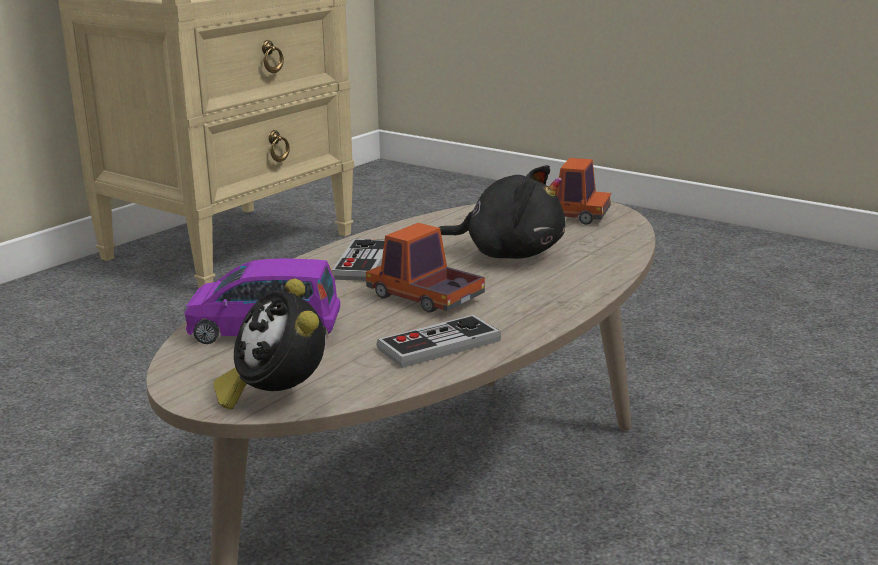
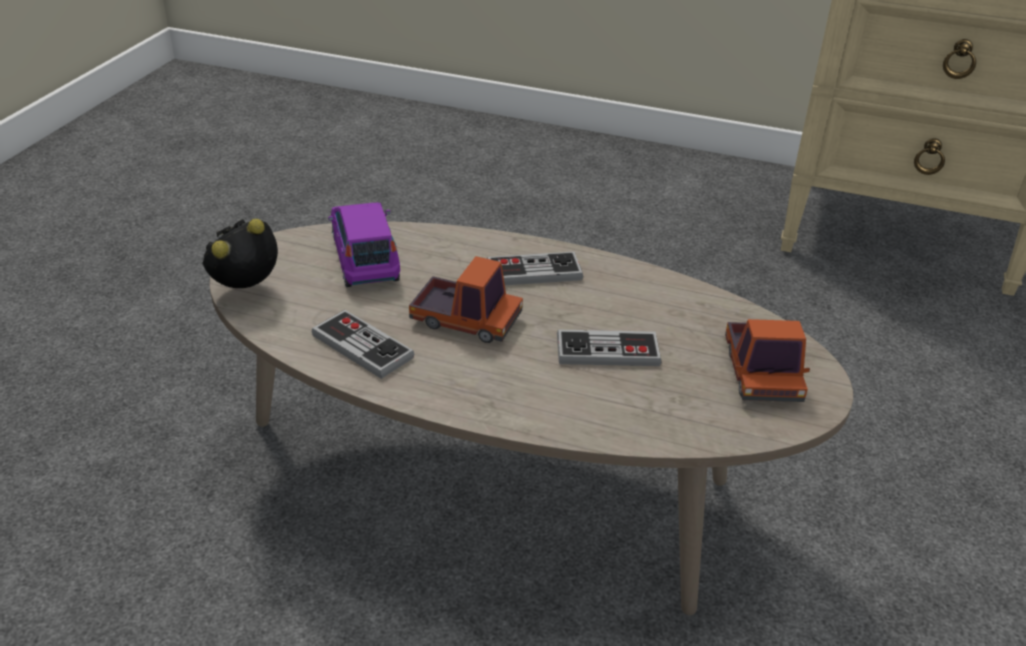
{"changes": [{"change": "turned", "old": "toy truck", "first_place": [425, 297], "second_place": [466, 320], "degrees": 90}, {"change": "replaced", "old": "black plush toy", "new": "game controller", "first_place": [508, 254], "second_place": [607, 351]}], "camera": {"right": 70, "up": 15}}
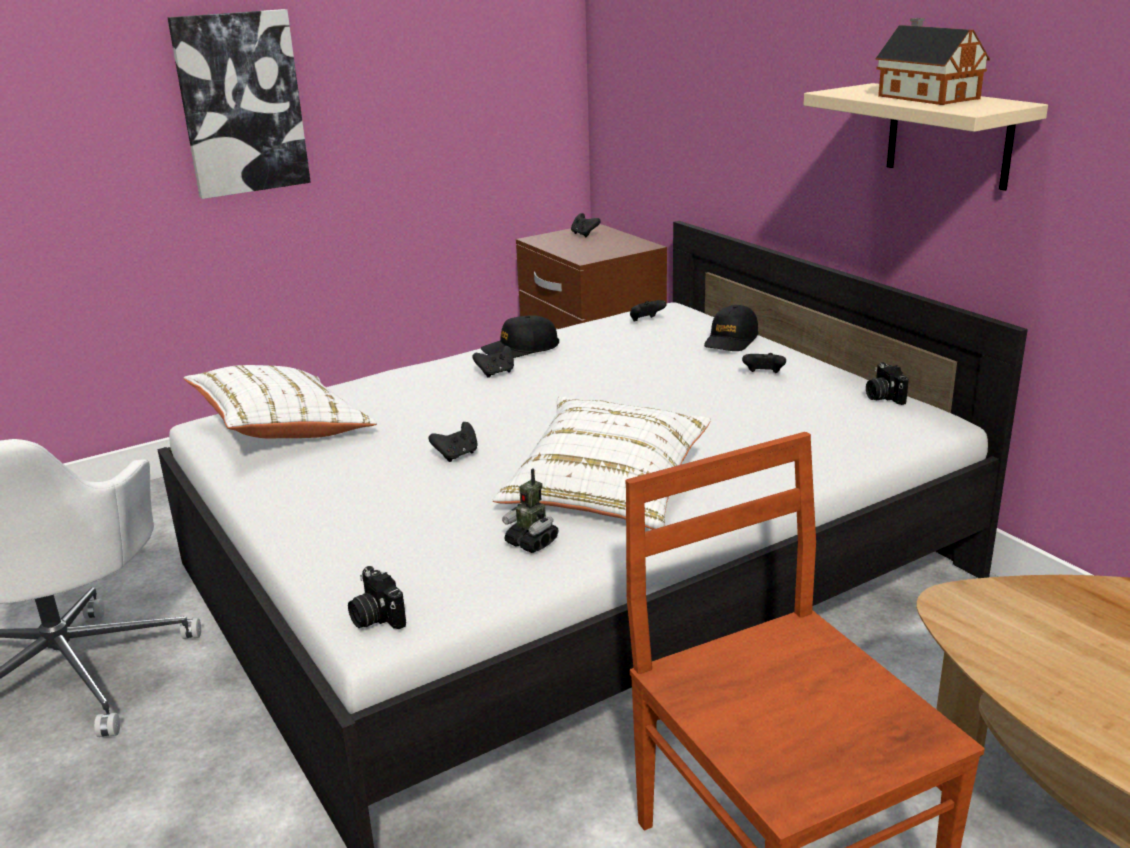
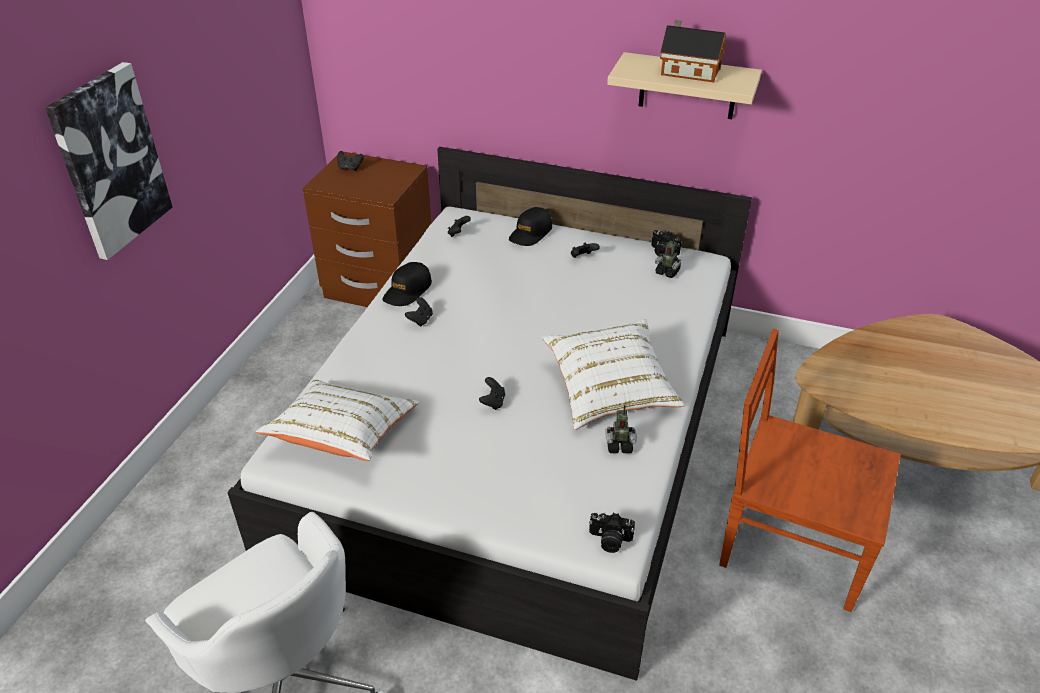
{"changes": [{"change": "turned", "old": "black cap", "first_place": [731, 340], "second_place": [530, 233], "degrees": 45}, {"change": "added", "new": "toy robot", "second_place": [667, 272]}], "camera": {"right": -40, "up": 15}}
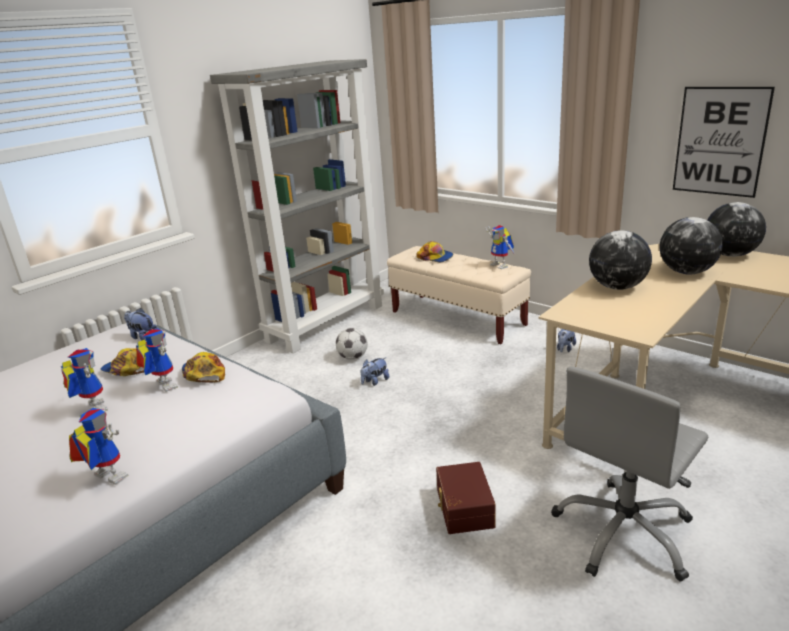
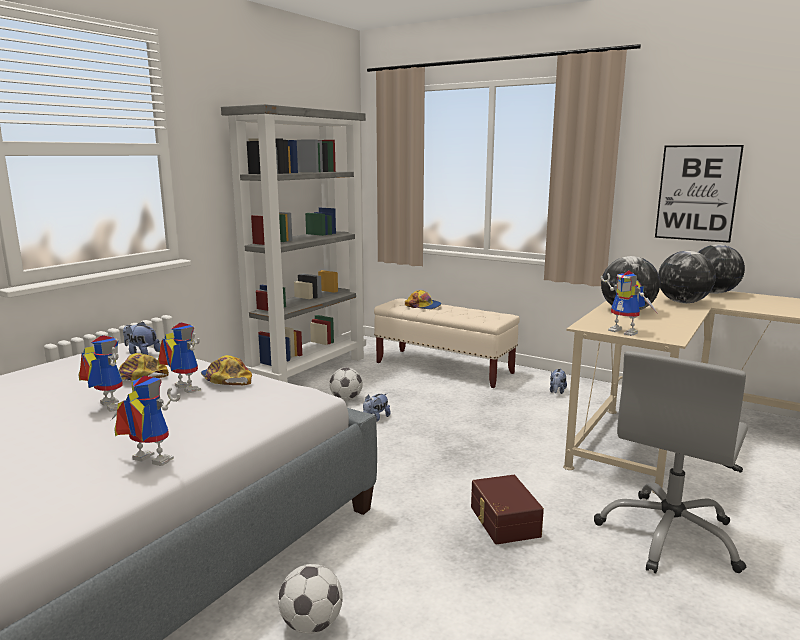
{"changes": [{"change": "added", "new": "football", "second_place": [311, 624]}, {"change": "moved", "old": "toy robot", "first_place": [502, 265], "second_place": [627, 331]}], "camera": {"right": -10, "up": -10}}
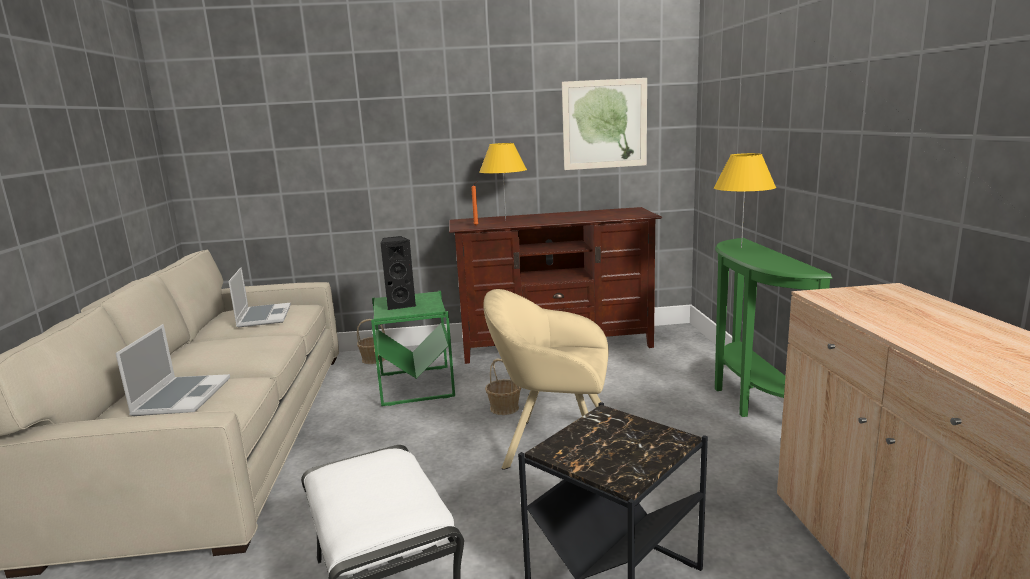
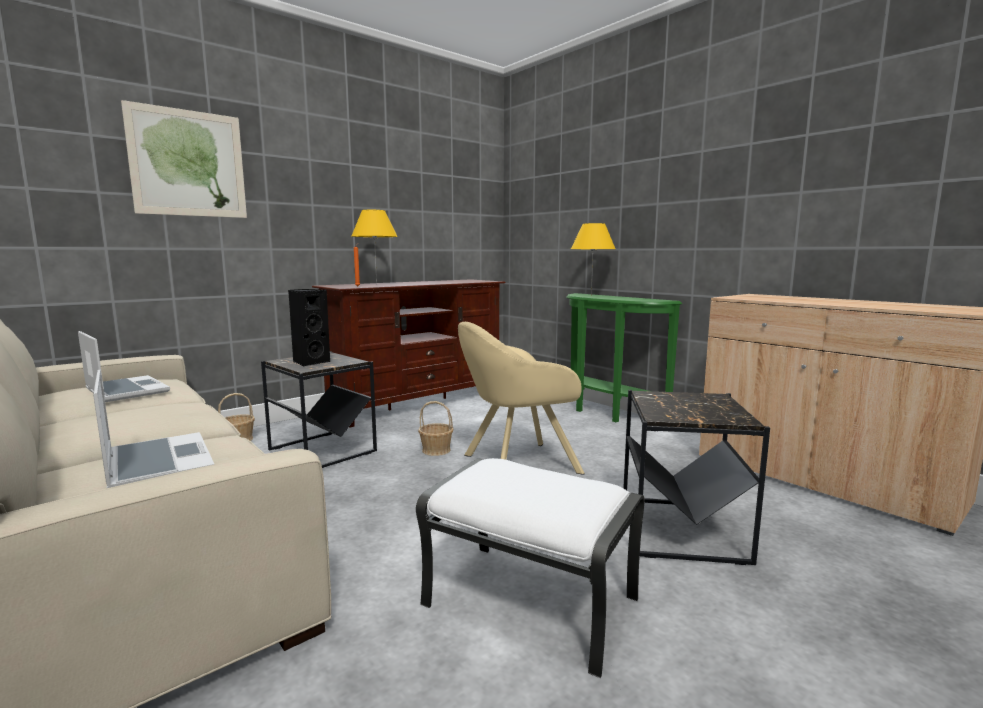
{"changes": [{"change": "moved", "old": "picture", "first_place": [604, 124], "second_place": [188, 163]}, {"change": "recoloured", "old": "green side table", "new": "black side table", "first_place": [417, 385], "second_place": [322, 450]}], "camera": {"right": -35, "up": -5}}
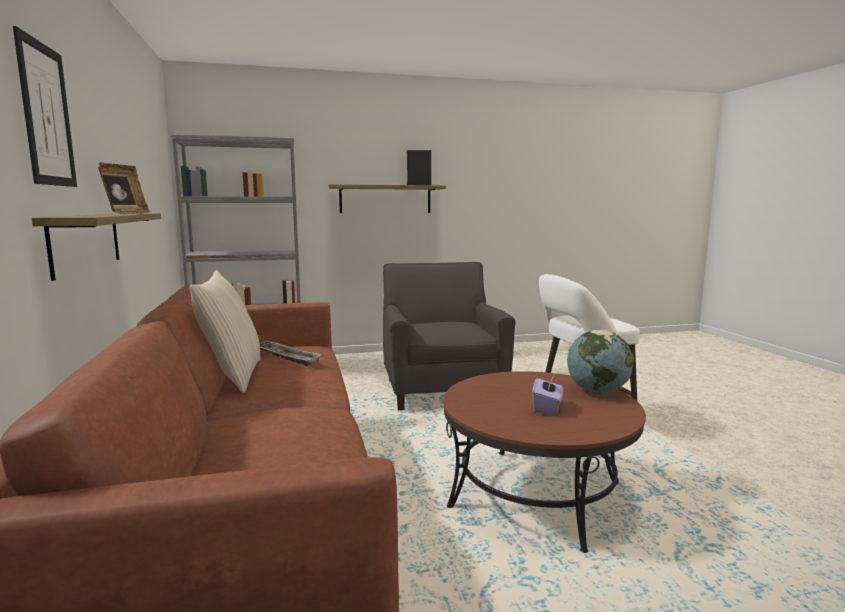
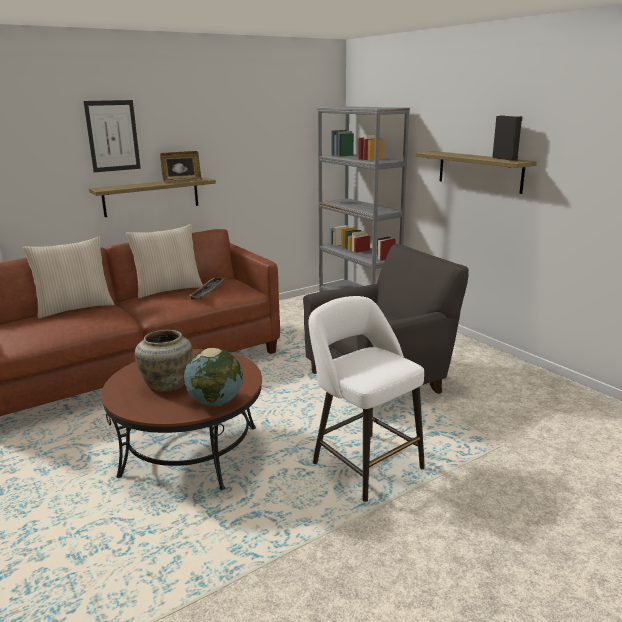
{"changes": [{"change": "added", "new": "beige pillow", "second_place": [75, 308]}, {"change": "replaced", "old": "purple tissue box", "new": "beige vase", "first_place": [547, 408], "second_place": [168, 384]}], "camera": {"right": 70, "up": 10}}
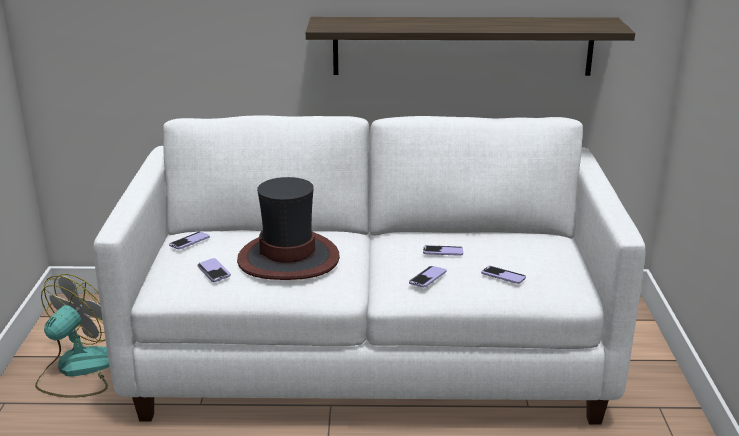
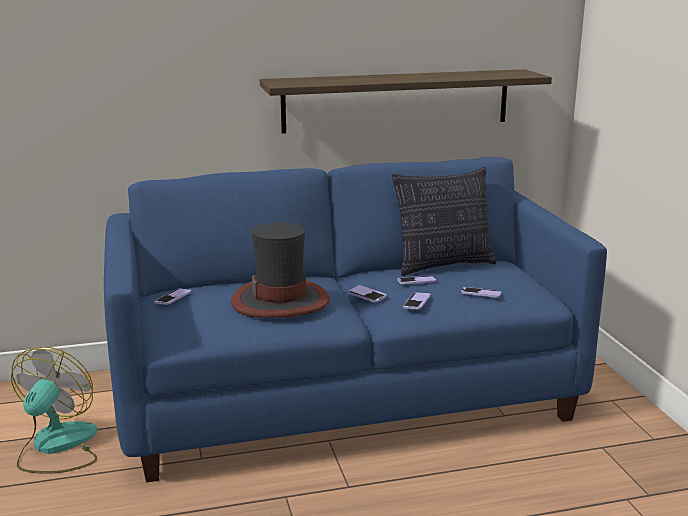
{"changes": [{"change": "recoloured", "old": "white sofa", "new": "blue sofa", "first_place": [371, 357], "second_place": [345, 395]}, {"change": "moved", "old": "phone", "first_place": [214, 271], "second_place": [367, 295]}, {"change": "added", "new": "pillow", "second_place": [443, 265]}], "camera": {"right": -15, "up": -5}}
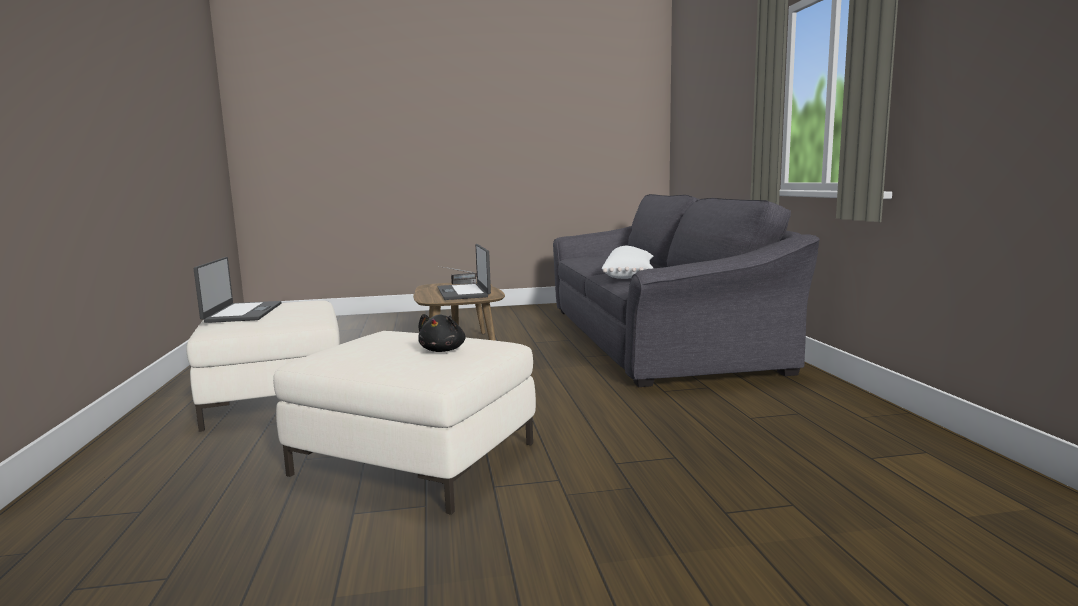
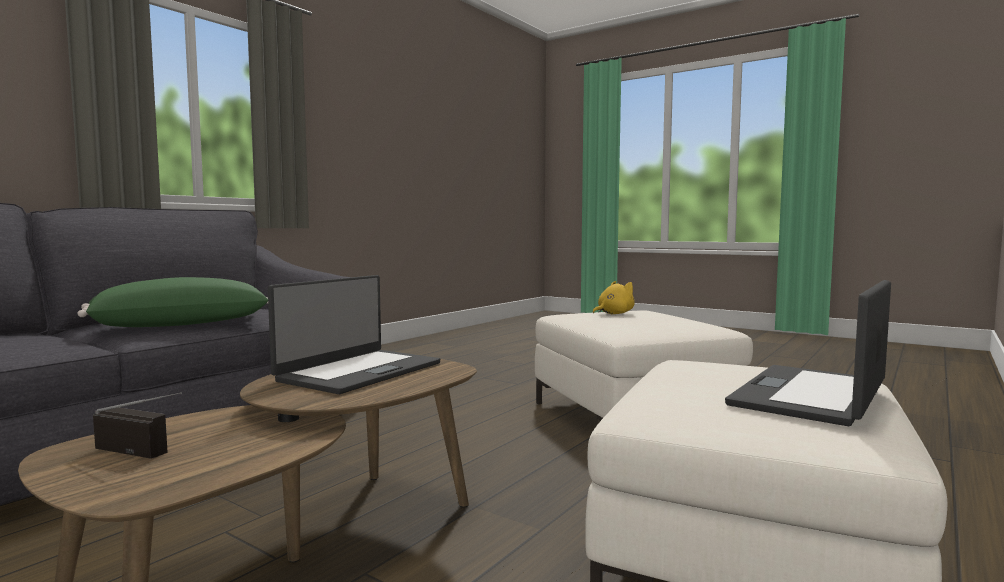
{"changes": [{"change": "recoloured", "old": "white pillow", "new": "green pillow", "first_place": [630, 276], "second_place": [181, 324]}, {"change": "recoloured", "old": "black plush toy", "new": "yellow plush toy", "first_place": [443, 350], "second_place": [613, 314]}], "camera": {"right": -135, "up": -5}}
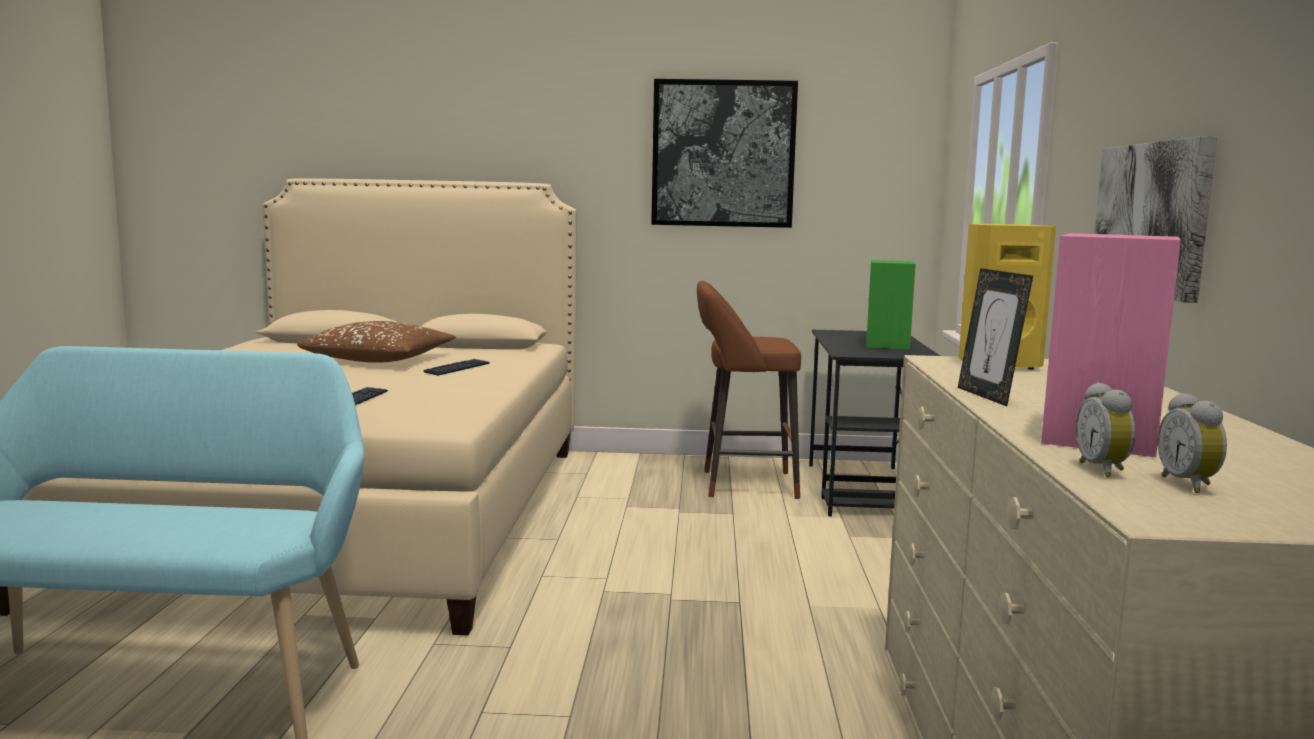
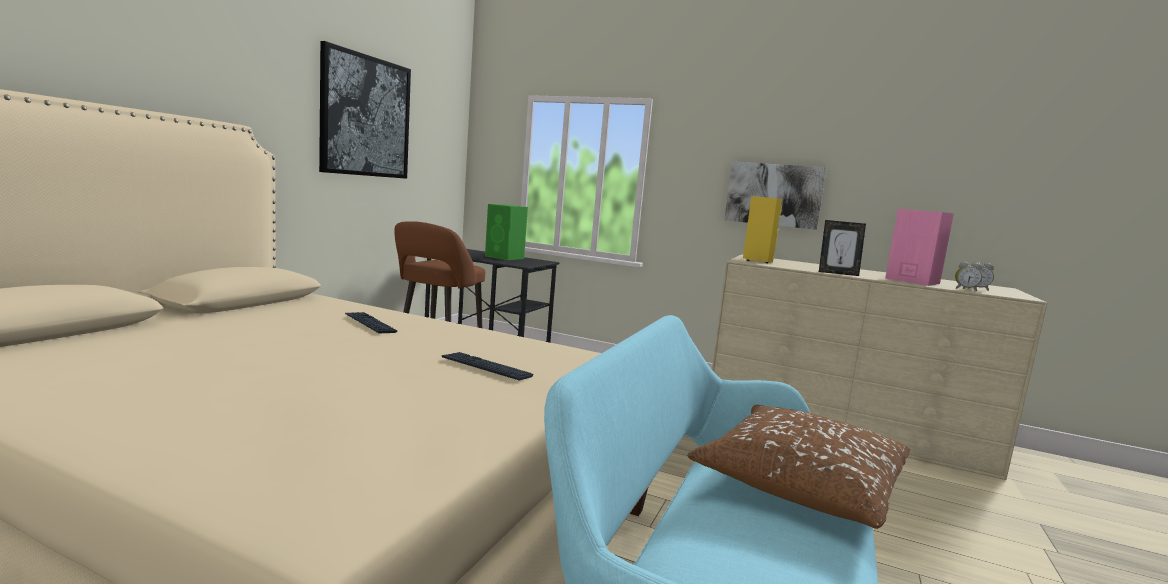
{"changes": [{"change": "moved", "old": "brown pillow", "first_place": [380, 360], "second_place": [800, 482]}], "camera": {"right": -70, "up": 0}}
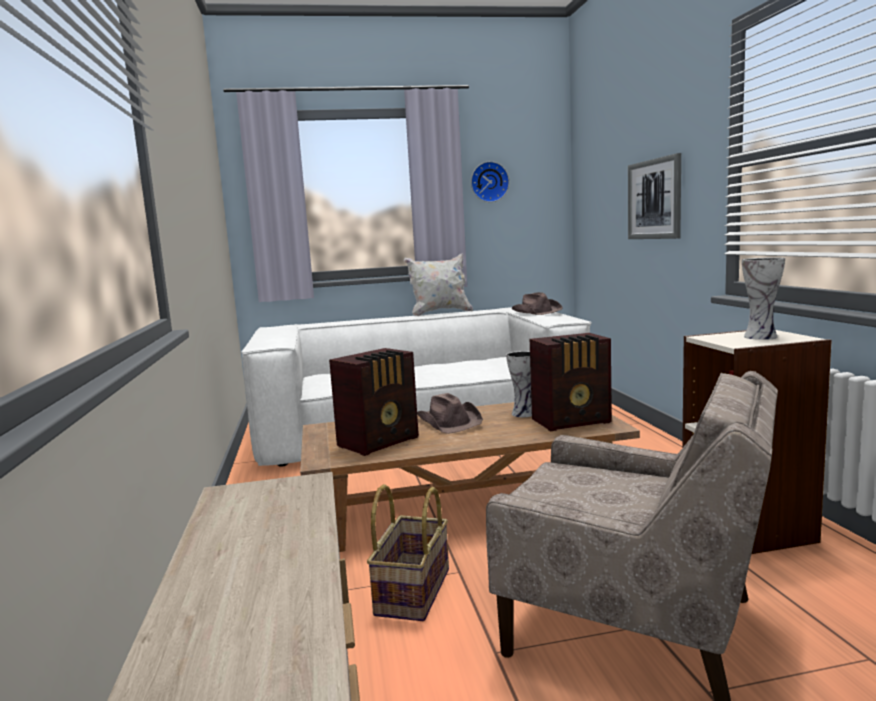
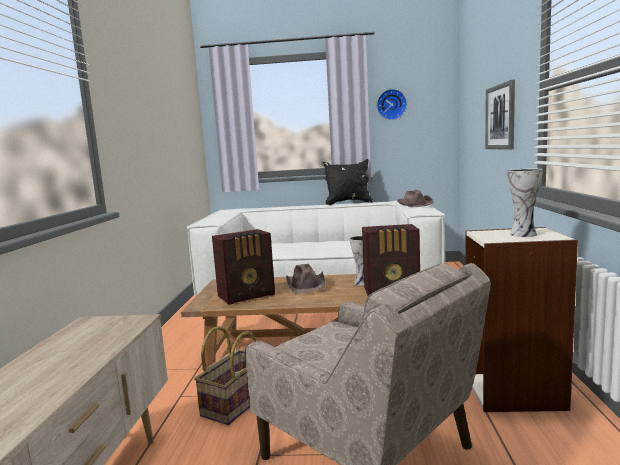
{"changes": [{"change": "recoloured", "old": "white pillow", "new": "black pillow", "first_place": [440, 313], "second_place": [348, 203]}], "camera": {"right": 15, "up": 0}}
